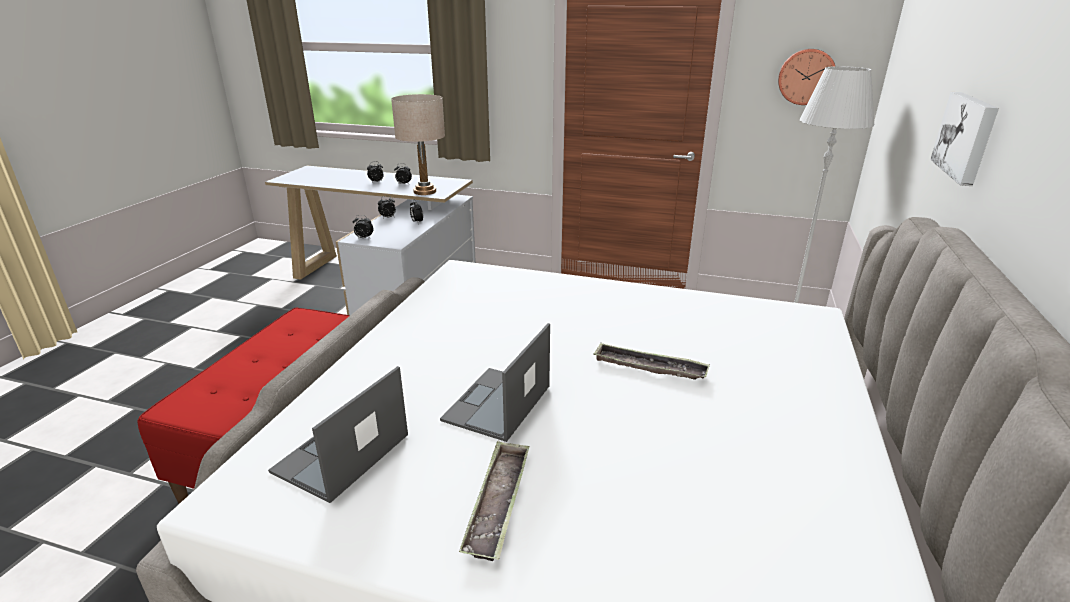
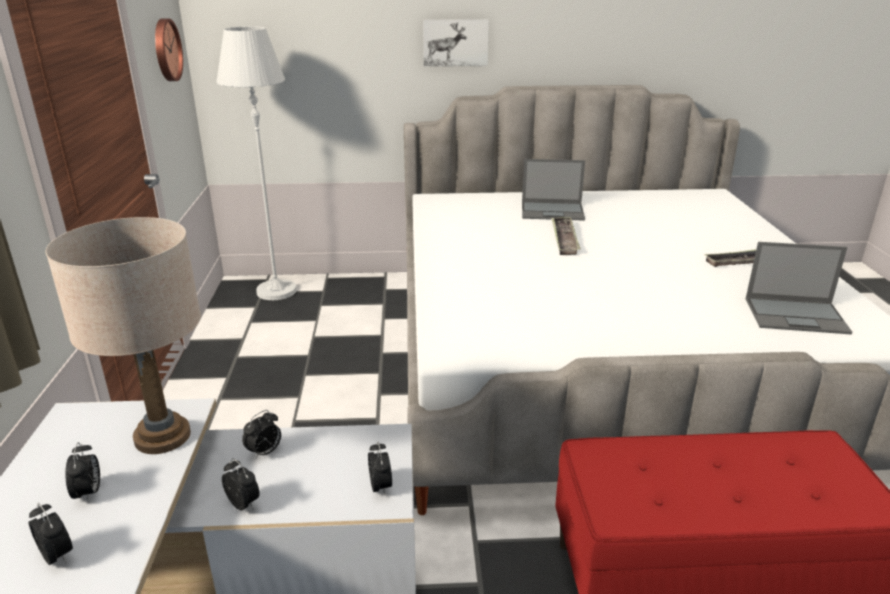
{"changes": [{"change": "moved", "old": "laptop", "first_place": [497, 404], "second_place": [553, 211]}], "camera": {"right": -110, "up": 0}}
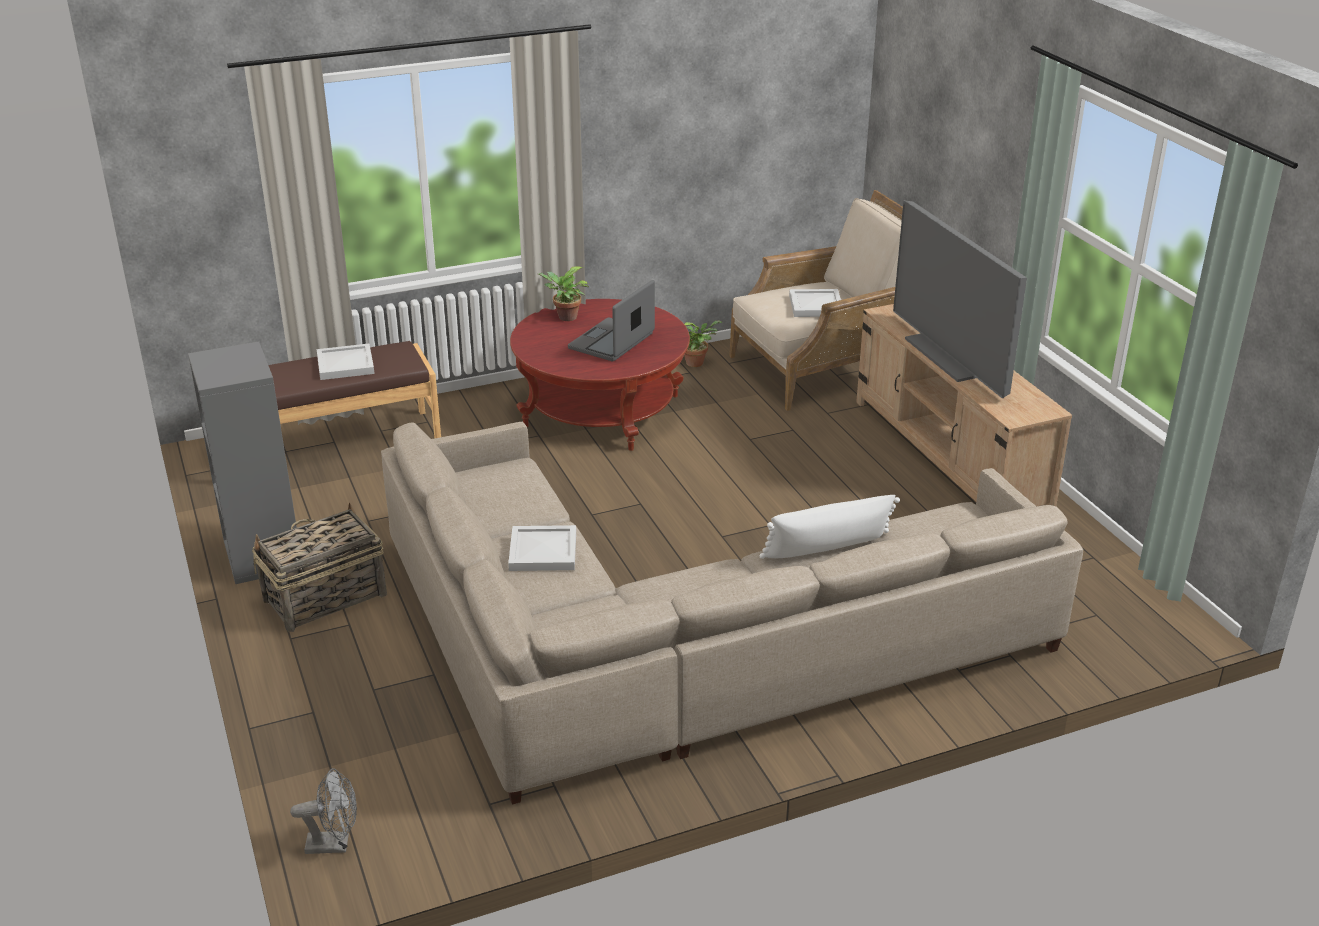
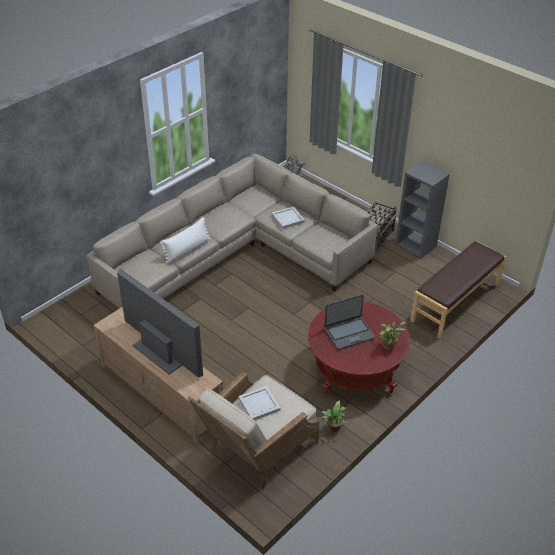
{"changes": [{"change": "turned", "old": "laptop", "first_place": [612, 341], "second_place": [349, 333], "degrees": 60}, {"change": "removed", "old": "white tray", "first_place": [346, 364]}], "camera": {"right": 155, "up": 10}}
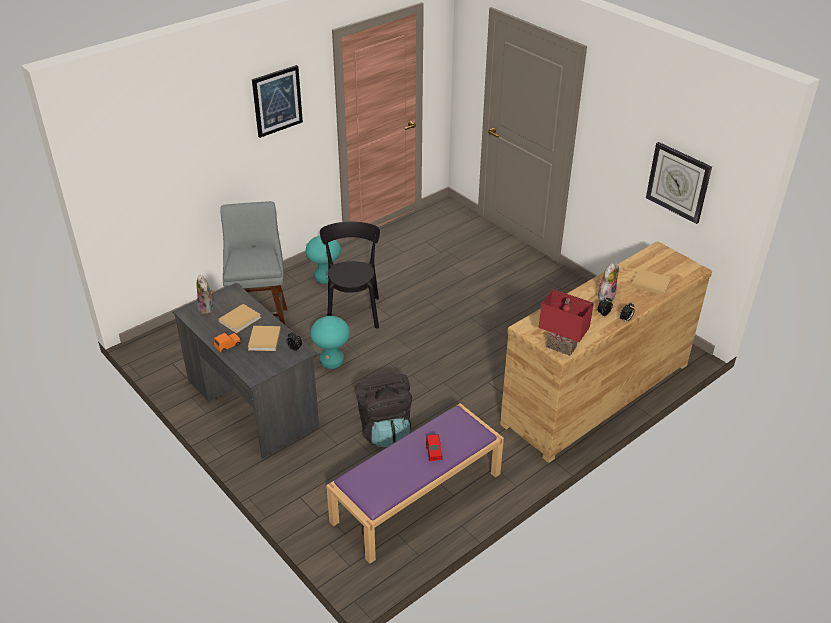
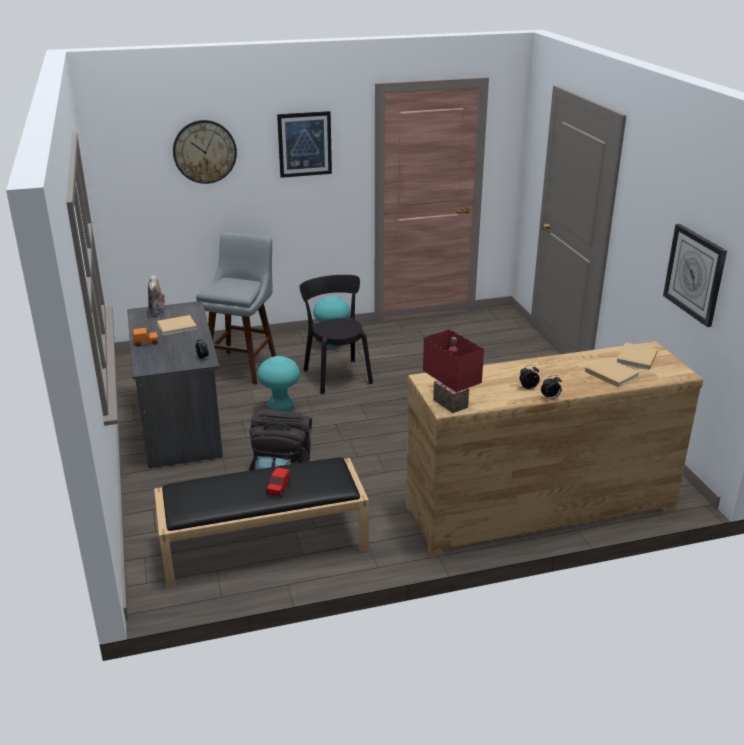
{"changes": [{"change": "recoloured", "old": "purple bench", "new": "black bench", "first_place": [416, 498], "second_place": [263, 545]}, {"change": "added", "new": "wall clock", "second_place": [204, 151]}, {"change": "turned", "old": "black chair", "first_place": [353, 311], "second_place": [336, 375], "degrees": -45}, {"change": "moved", "old": "beige book", "first_place": [264, 340], "second_place": [636, 358]}, {"change": "removed", "old": "plush toy", "first_place": [605, 296]}], "camera": {"right": 25, "up": -10}}
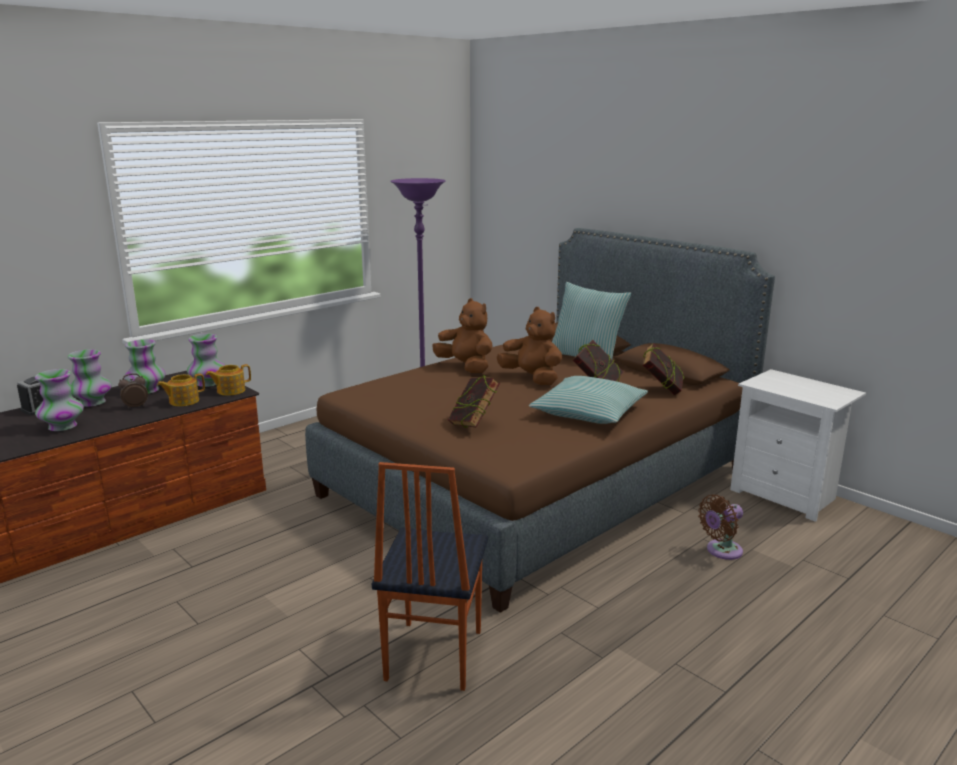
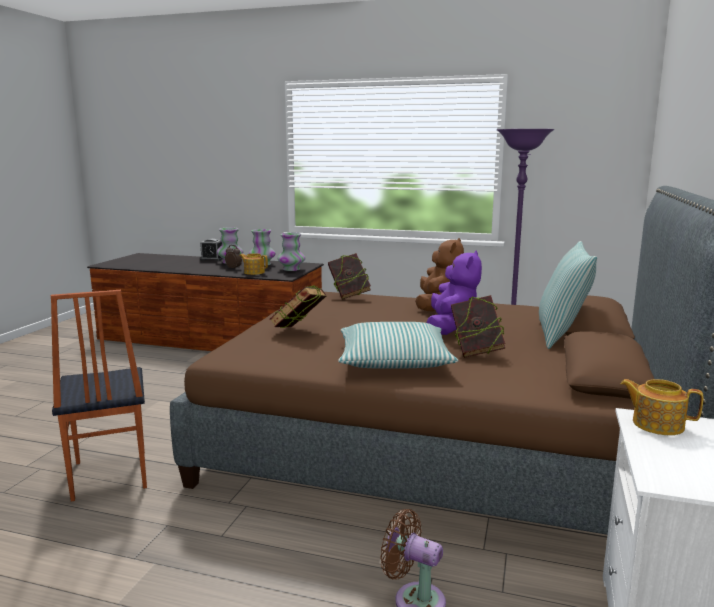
{"changes": [{"change": "turned", "old": "chair", "first_place": [432, 655], "second_place": [108, 475], "degrees": -90}, {"change": "moved", "old": "book", "first_place": [661, 390], "second_place": [349, 296]}, {"change": "recoloured", "old": "brown plush toy", "new": "purple plush toy", "first_place": [532, 379], "second_place": [450, 328]}, {"change": "moved", "old": "teapot", "first_place": [230, 391], "second_place": [656, 424]}, {"change": "removed", "old": "vase", "first_place": [63, 426]}], "camera": {"right": 60, "up": -5}}
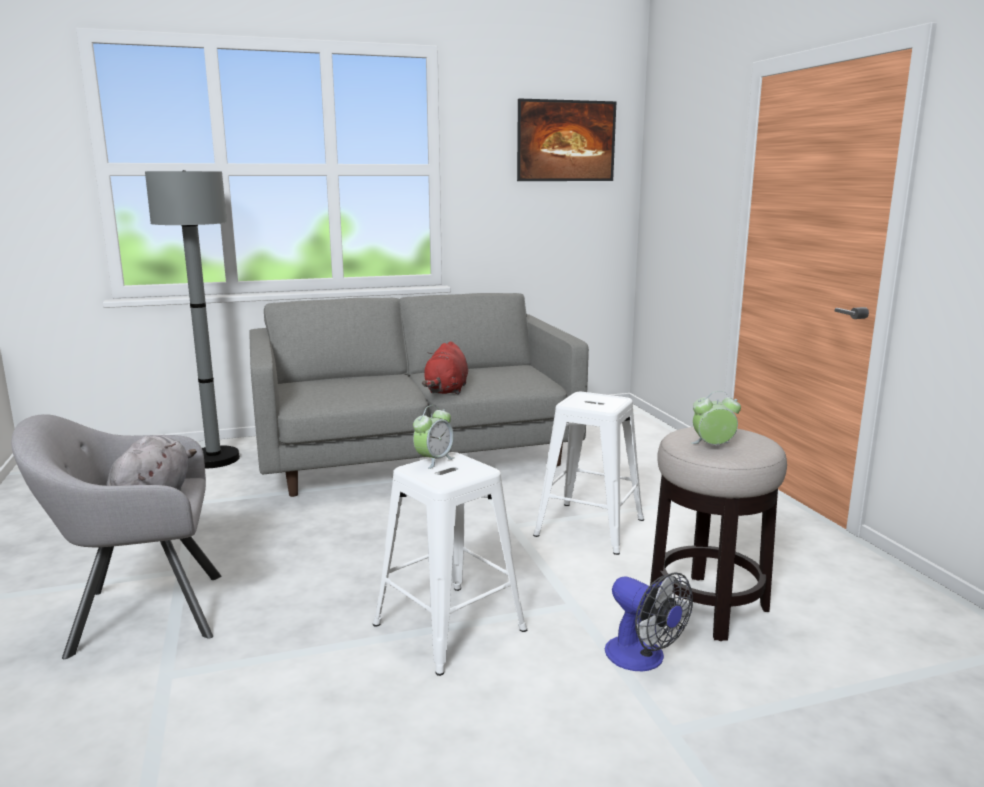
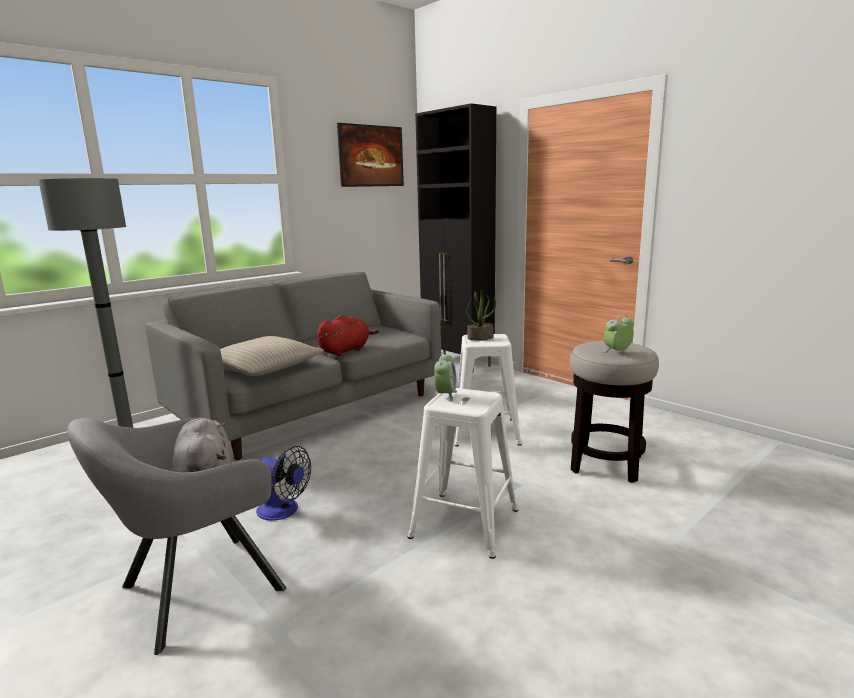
{"changes": [{"change": "added", "new": "beige pillow", "second_place": [264, 368]}, {"change": "moved", "old": "fan", "first_place": [643, 659], "second_place": [283, 511]}, {"change": "turned", "old": "red plush toy", "first_place": [446, 390], "second_place": [346, 350], "degrees": -120}, {"change": "added", "new": "black cabinet", "second_place": [458, 362]}, {"change": "added", "new": "potted plant", "second_place": [480, 338]}], "camera": {"right": -25, "up": 0}}
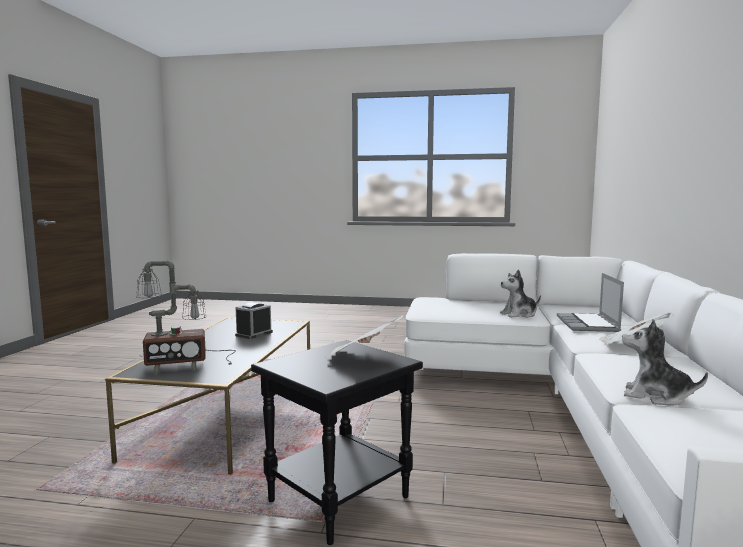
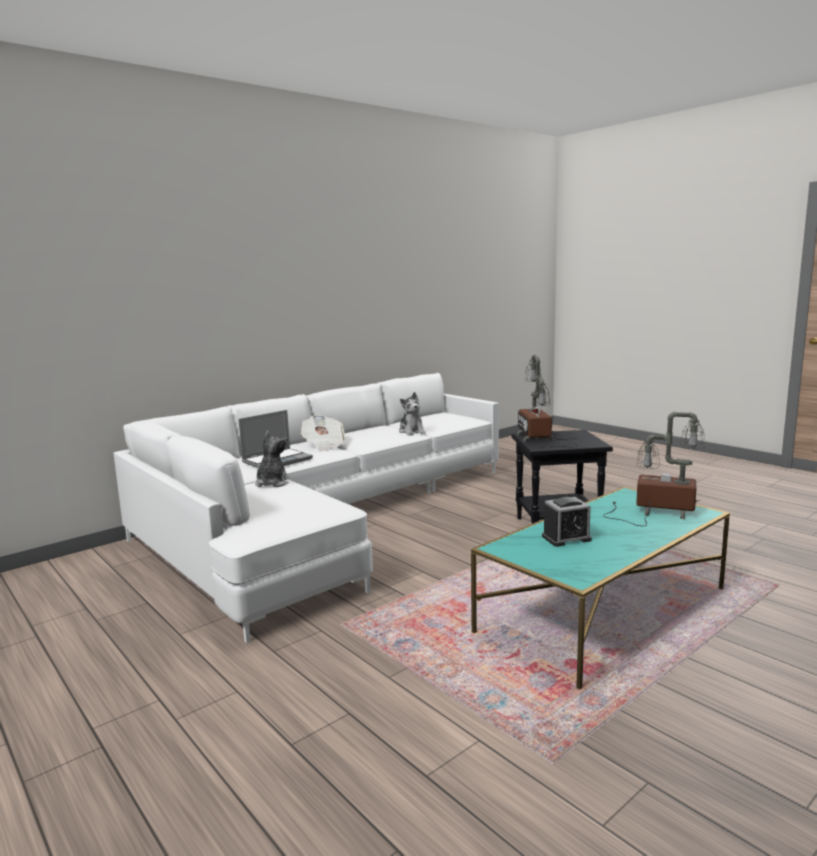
{"changes": [{"change": "turned", "old": "plush toy", "first_place": [519, 314], "second_place": [272, 483], "degrees": -105}, {"change": "recoloured", "old": "black coffee table", "new": "turquoise coffee table", "first_place": [230, 414], "second_place": [603, 609]}, {"change": "replaced", "old": "newspaper", "new": "table lamp", "first_place": [363, 357], "second_place": [541, 439]}], "camera": {"right": -140, "up": 5}}
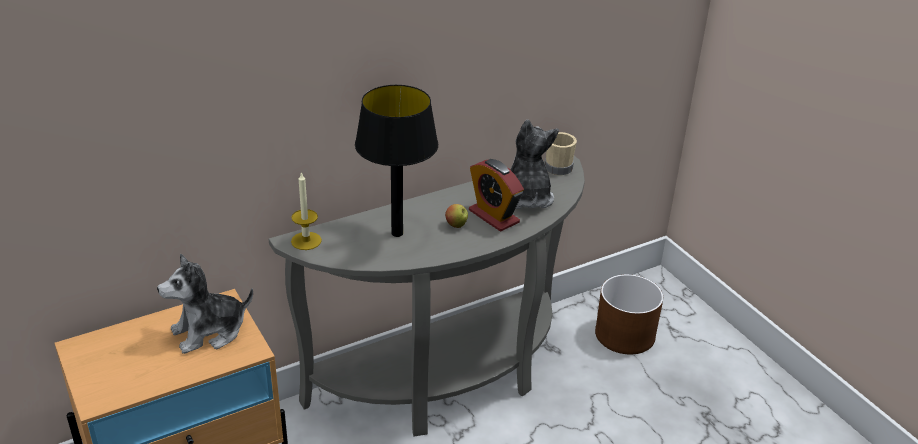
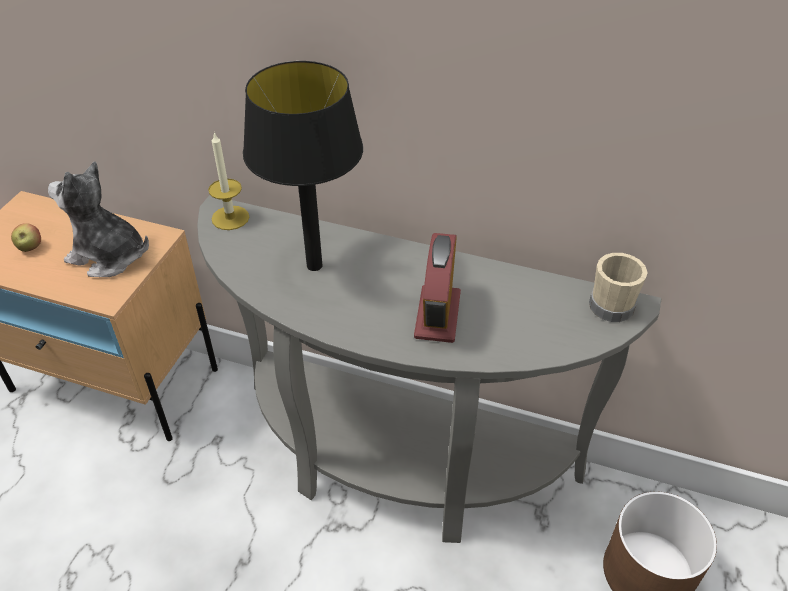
{"changes": [{"change": "moved", "old": "apple", "first_place": [456, 225], "second_place": [30, 248]}, {"change": "removed", "old": "plush toy", "first_place": [526, 197]}], "camera": {"right": 50, "up": 10}}
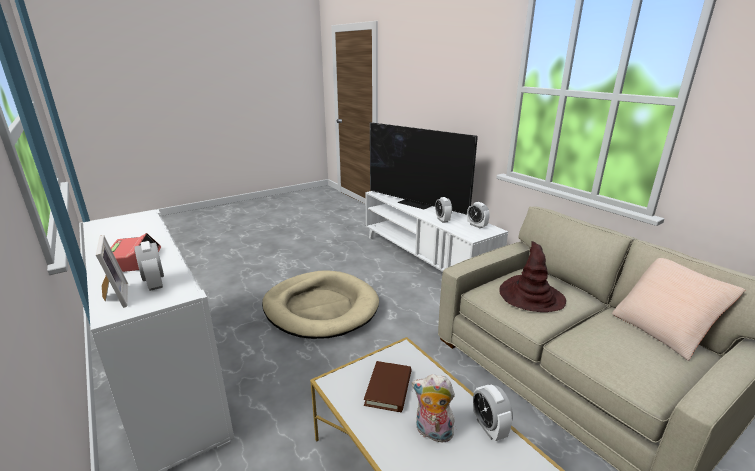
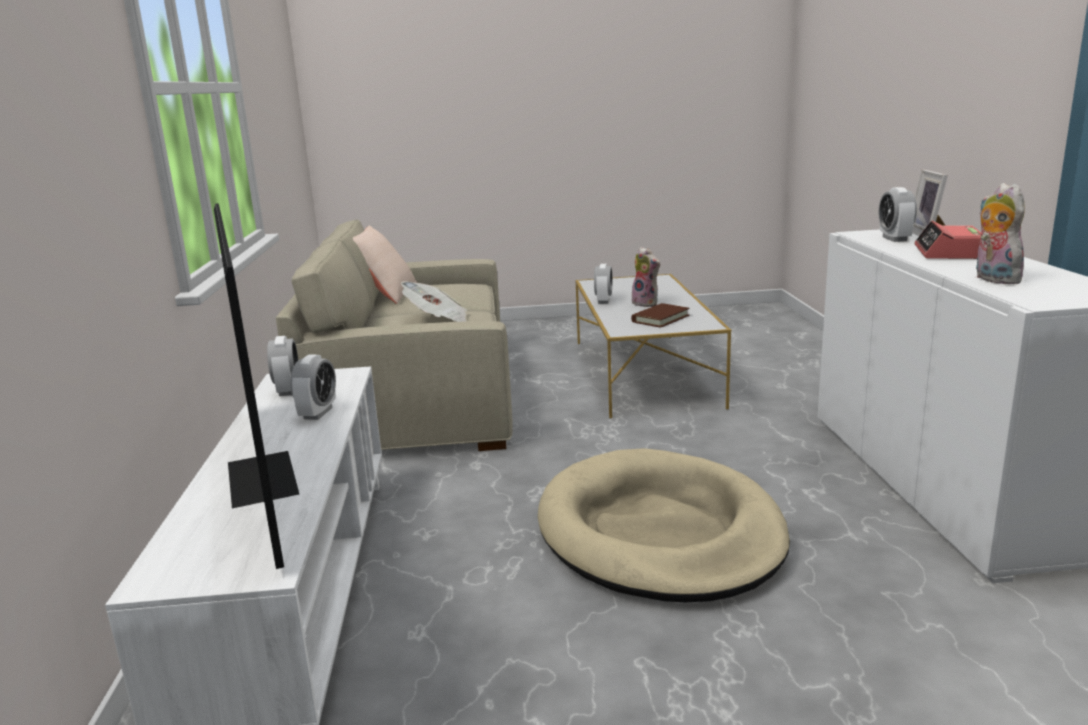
{"changes": [{"change": "replaced", "old": "brown hat", "new": "newspaper", "first_place": [531, 296], "second_place": [437, 319]}, {"change": "added", "new": "plush toy", "second_place": [993, 279]}], "camera": {"right": -150, "up": -5}}
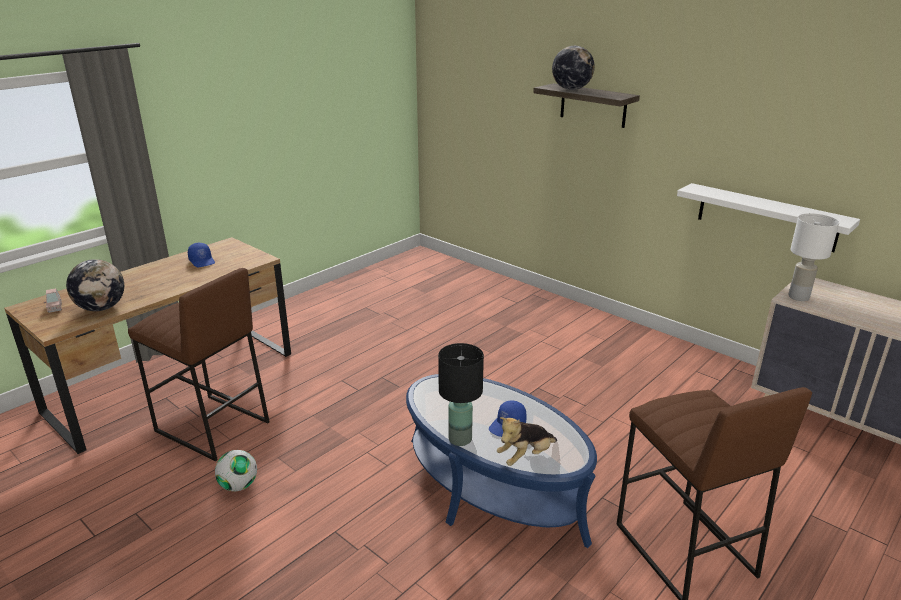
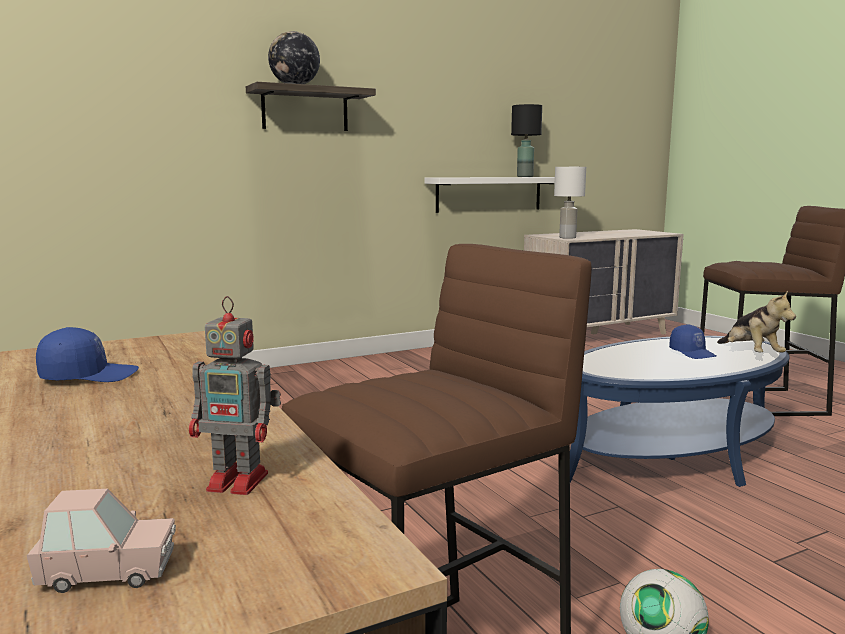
{"changes": [{"change": "replaced", "old": "globe", "new": "toy robot", "first_place": [101, 308], "second_place": [241, 482]}, {"change": "moved", "old": "black table lamp", "first_place": [460, 438], "second_place": [524, 176]}], "camera": {"right": -70, "up": -15}}
